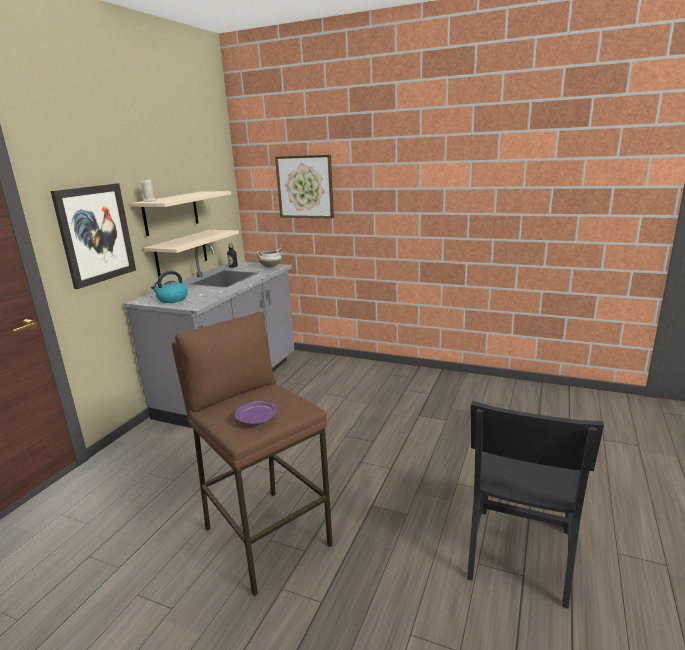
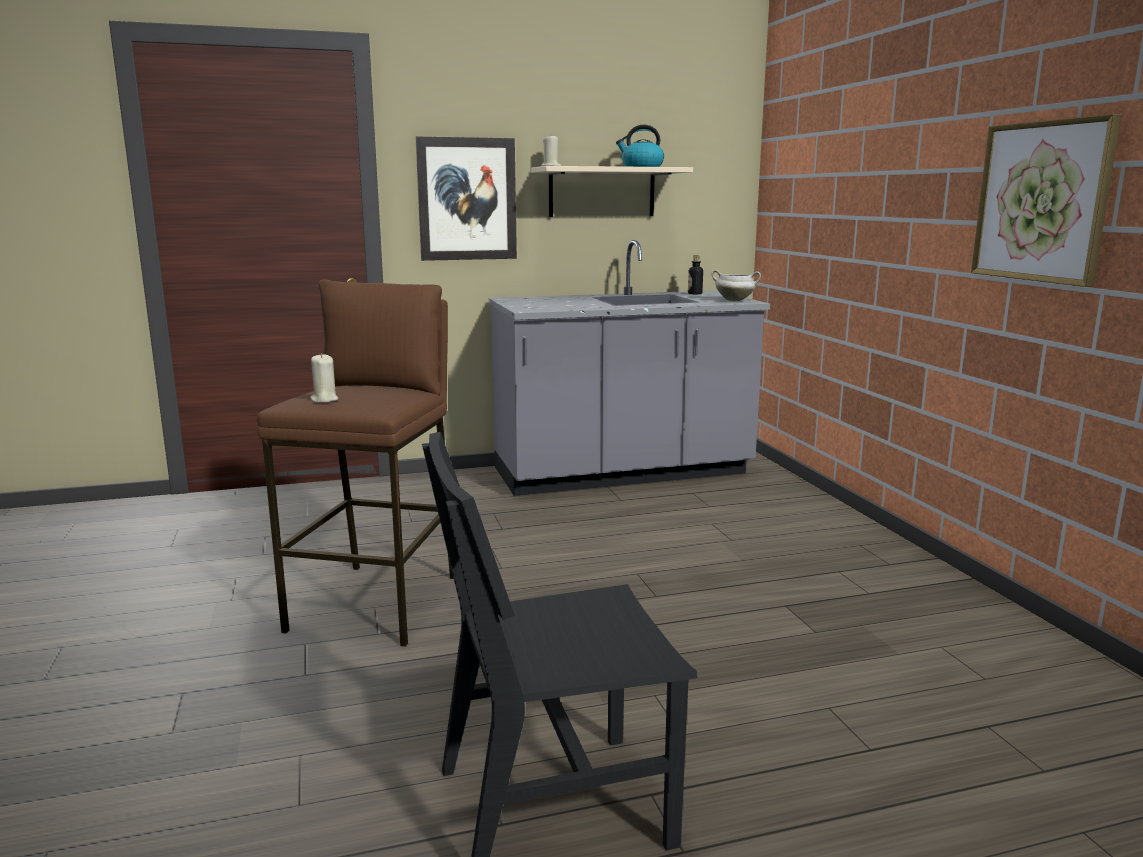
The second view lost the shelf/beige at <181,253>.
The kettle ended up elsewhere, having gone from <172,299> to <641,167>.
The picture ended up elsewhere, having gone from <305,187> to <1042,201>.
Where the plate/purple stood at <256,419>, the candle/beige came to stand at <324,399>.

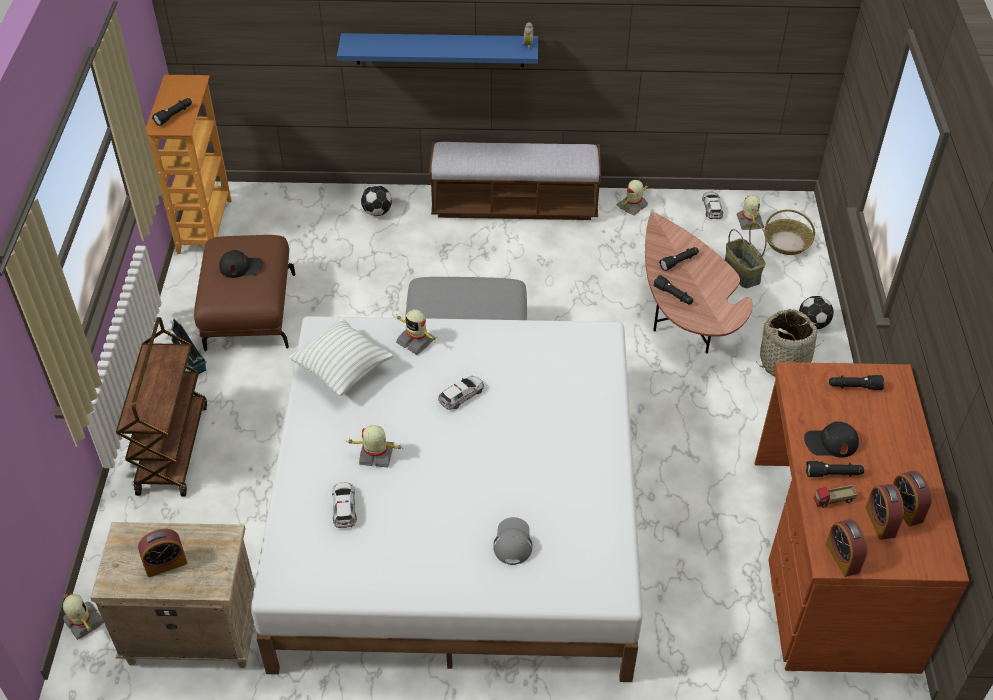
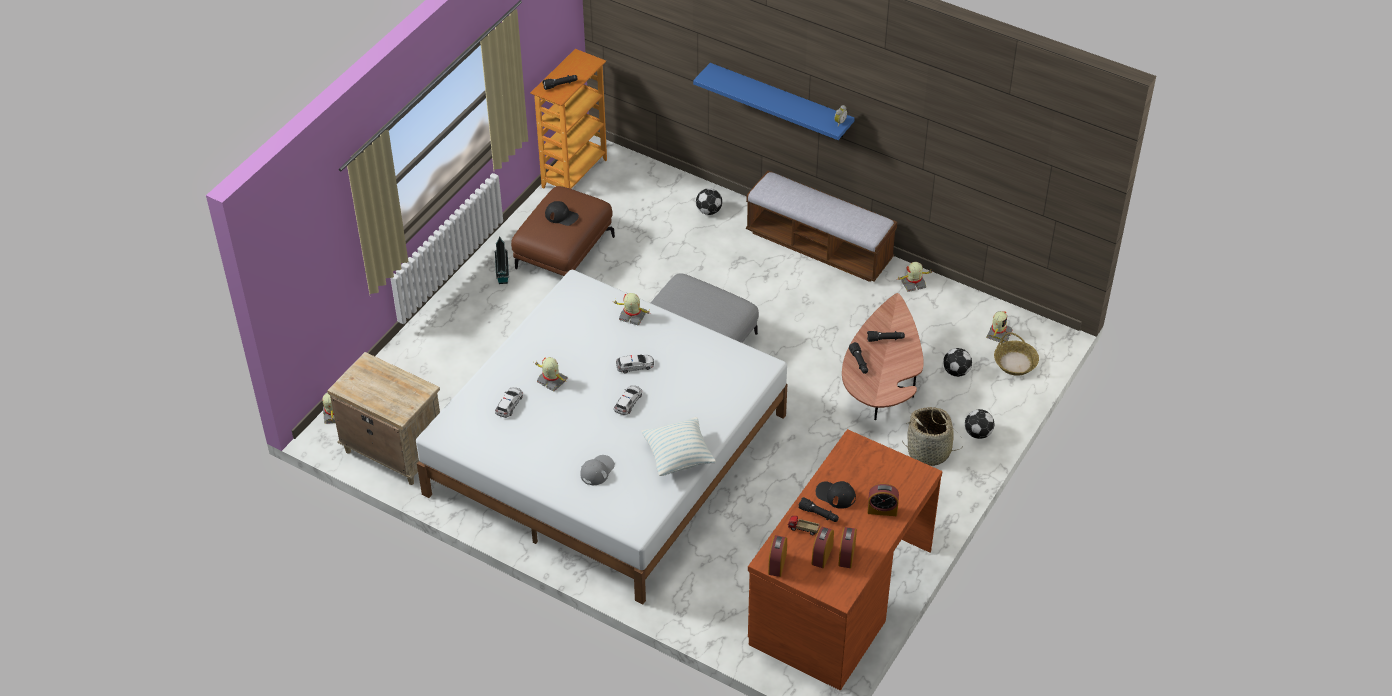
The second view lost the cart/brown at <172,448>.
The second view lost the flashlight/black at <854,387>.
The alarm clock ended up elsewhere, having gone from <165,564> to <882,510>.
The pillow ended up elsewhere, having gone from <342,370> to <678,457>.
The toy car ended up elsewhere, having gone from <712,208> to <628,402>.
Where the basket stood at <742,273>, the football came to stand at <956,372>.
The toy robot at <416,341> ended up facing another way, 135 degrees clockwise from before.

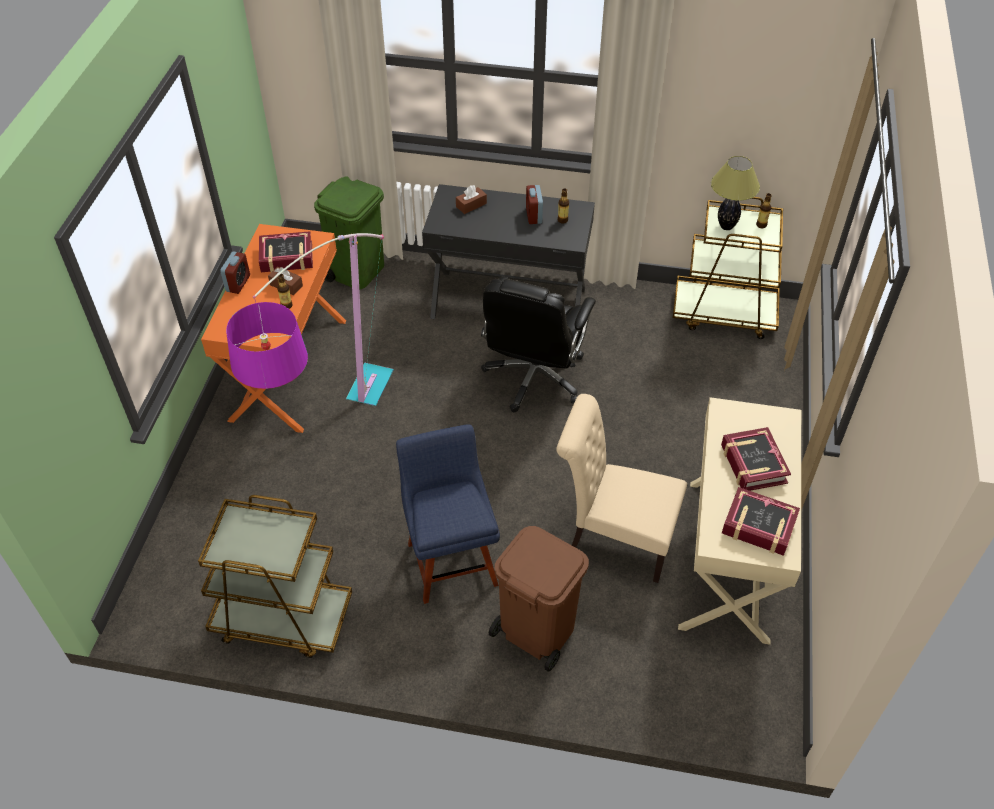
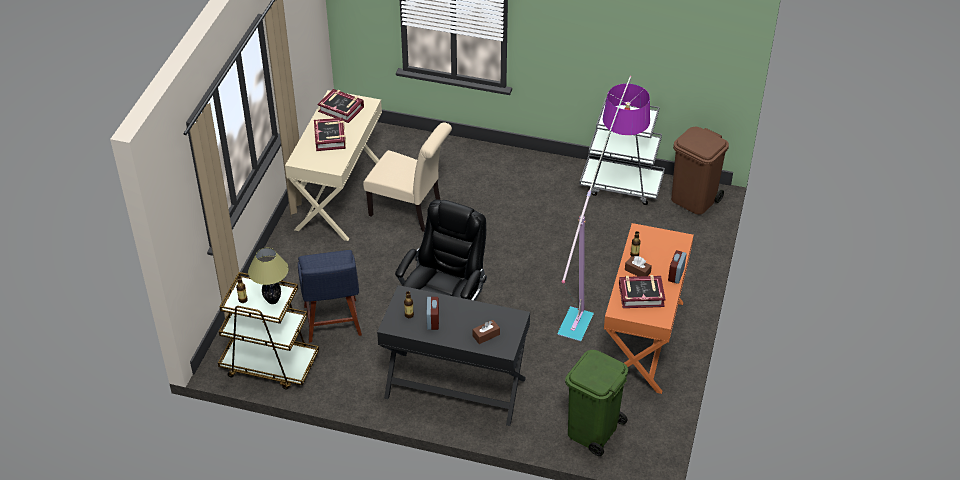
The chair/blue ended up elsewhere, having gone from <451,559> to <333,323>.
The trash can/brown ended up elsewhere, having gone from <536,630> to <694,200>.
What was the cart/brown at <282,618> turned into the cart/grey at <621,185>.

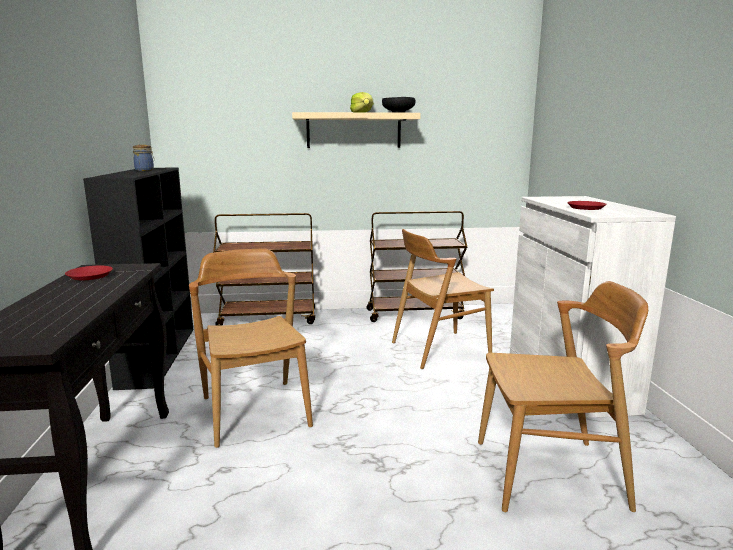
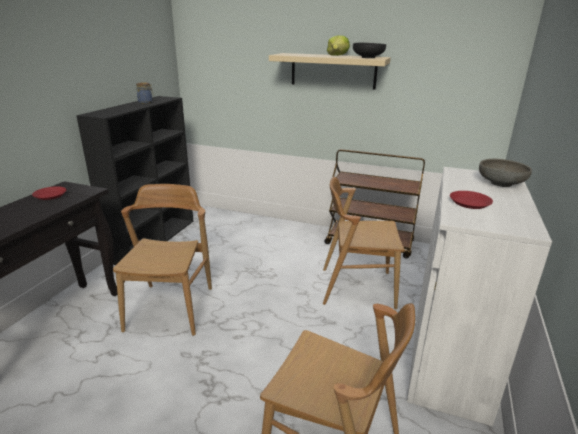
The second view lost the cart/brown at <268,318>.
The second view gained the bowl/grey at <500,183>.

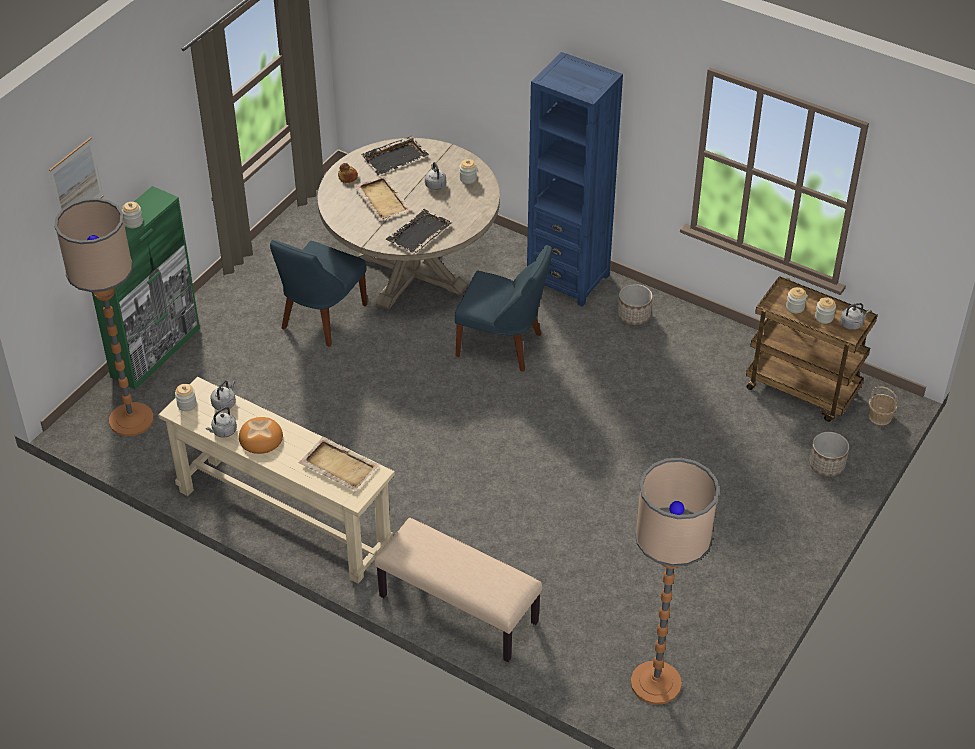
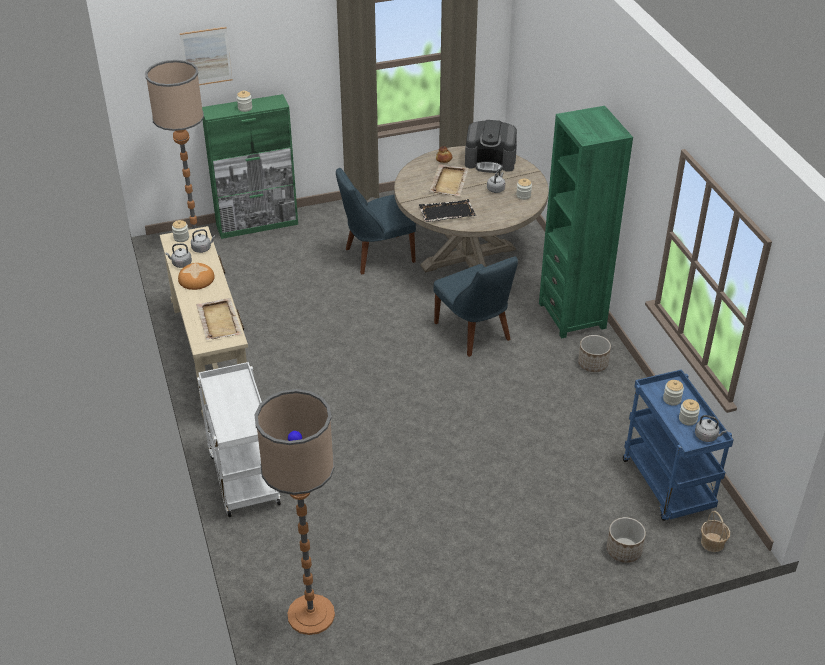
Where the tray/black stood at <395,157>, the coffee machine came to stand at <490,161>.
Where the bench/beige stood at <457,609>, the cart/white came to stand at <243,477>.
What was the bookcase/blue at <568,279> turned into the bookcase/green at <572,315>.
What was the cart/brown at <803,389> turned into the cart/blue at <668,486>.

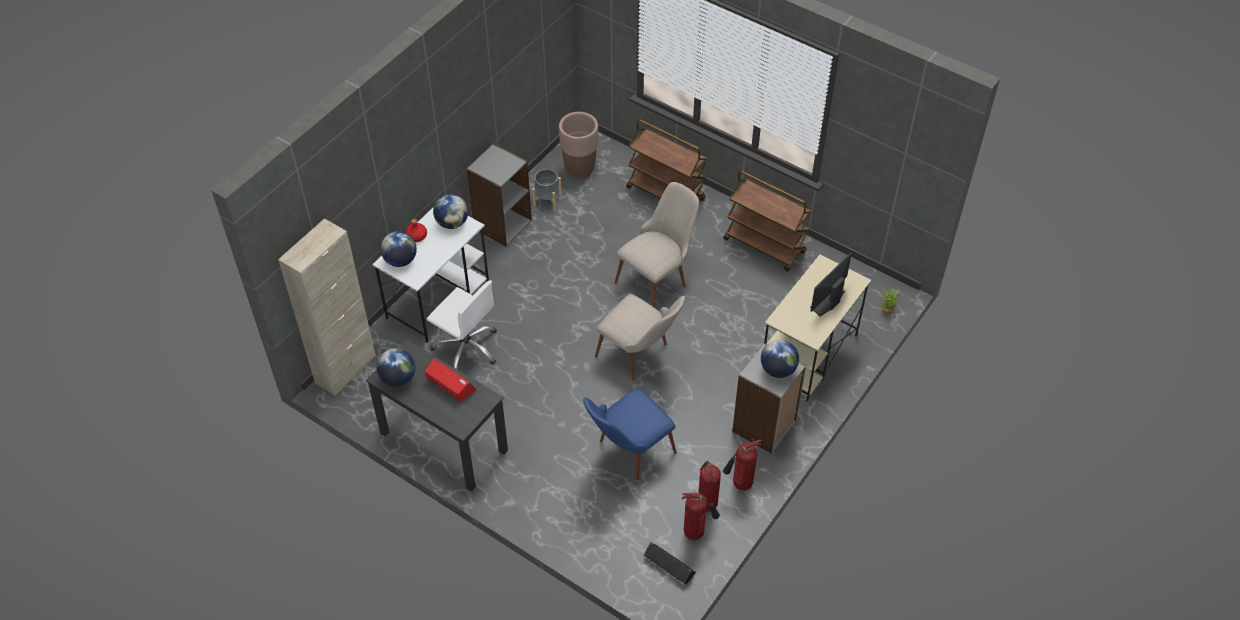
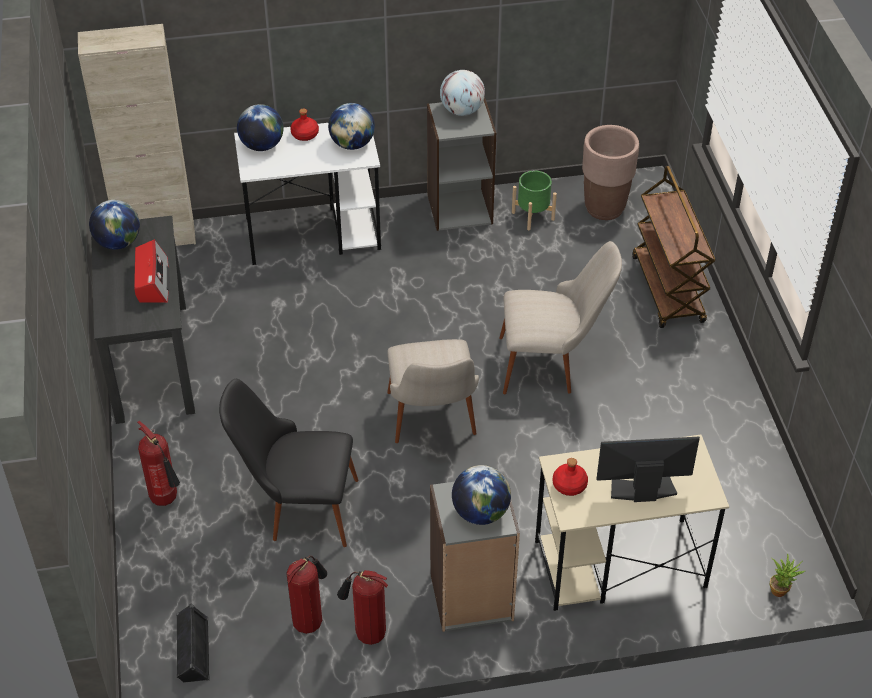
The second view lost the office chair/white at <467,347>.
The second view lost the cart/brown at <765,246>.
The second view gained the globe at <462,111>.
The second view gained the bottle/red at <569,485>.
The fire extinguisher ended up elsewhere, having gone from <696,533> to <166,500>.
What was the planter/grey at <547,200> turned into the planter/green at <533,216>.
What was the chair/blue at <627,453> turned into the chair/black at <297,507>.

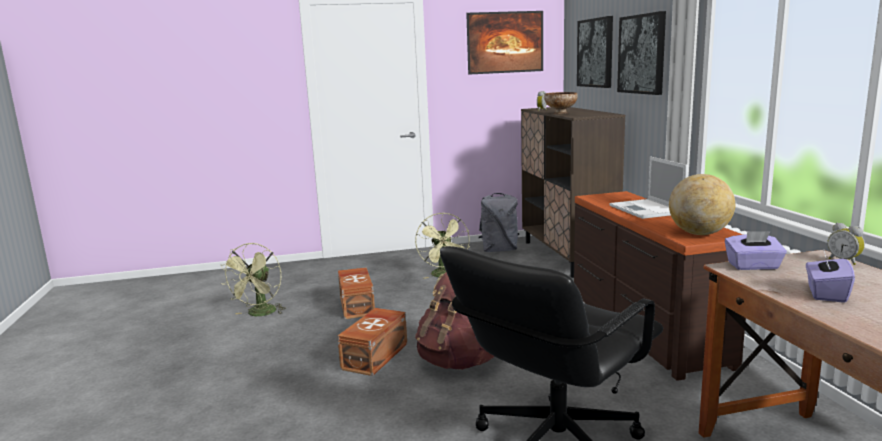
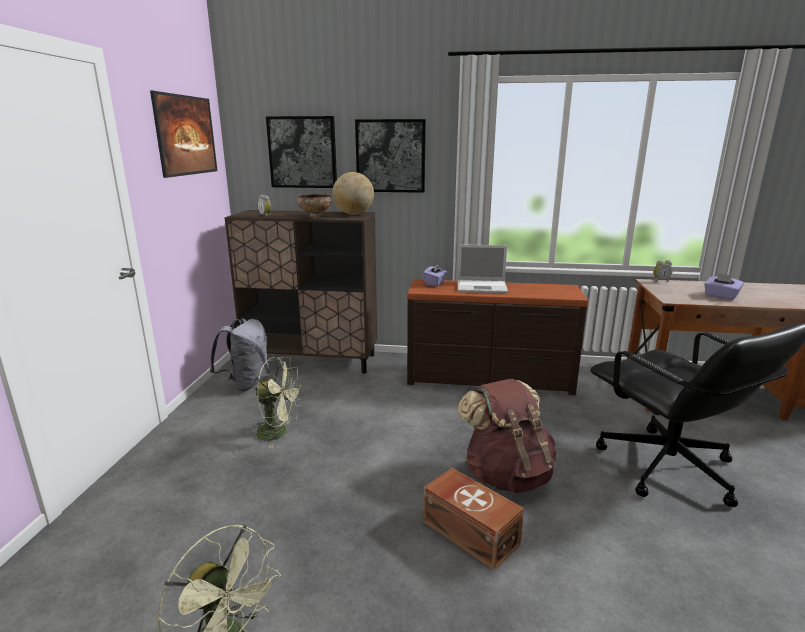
The second view lost the storage box/brown at <357,305>.
The globe ended up elsewhere, having gone from <699,234> to <354,214>.
The tissue box/purple ended up elsewhere, having gone from <753,266> to <435,283>.

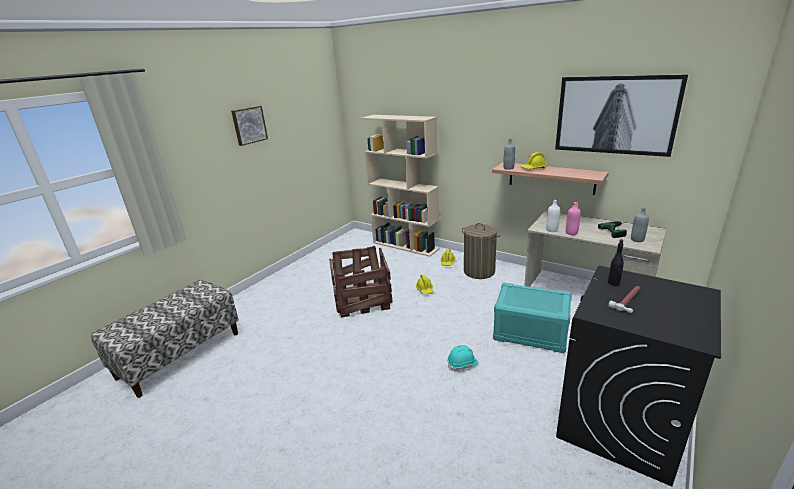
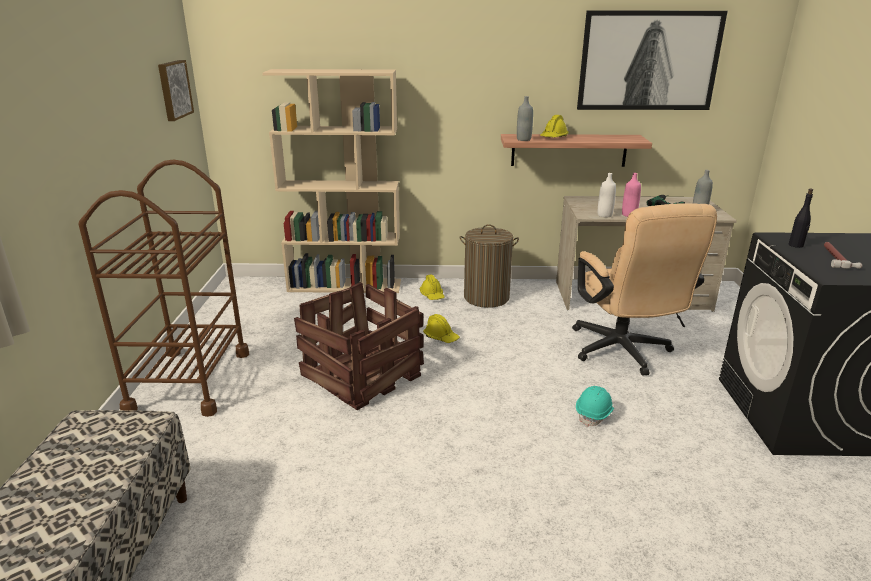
The second view gained the cart/brown at <190,381>.
The picture ended up elsewhere, having gone from <249,125> to <173,89>.
Where the storage box/turquoise stood at <530,333>, the office chair/beige came to stand at <623,353>.

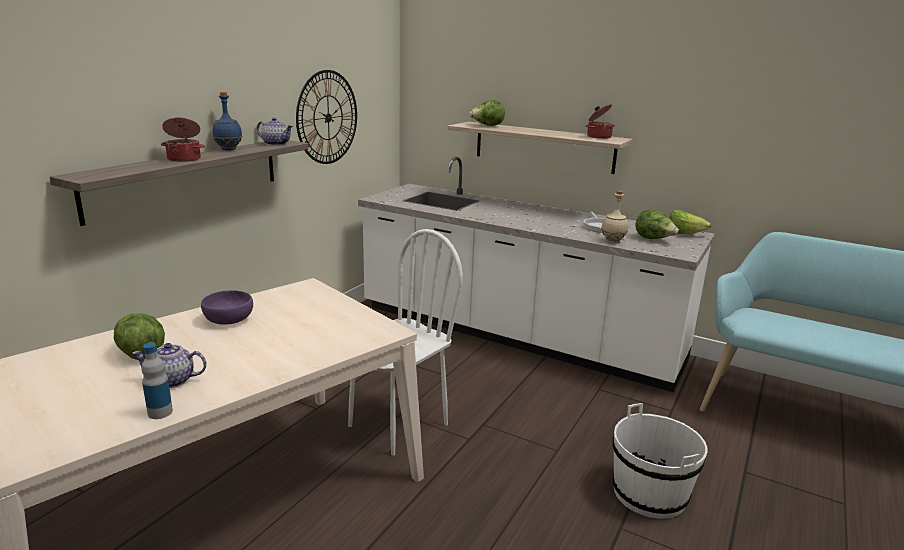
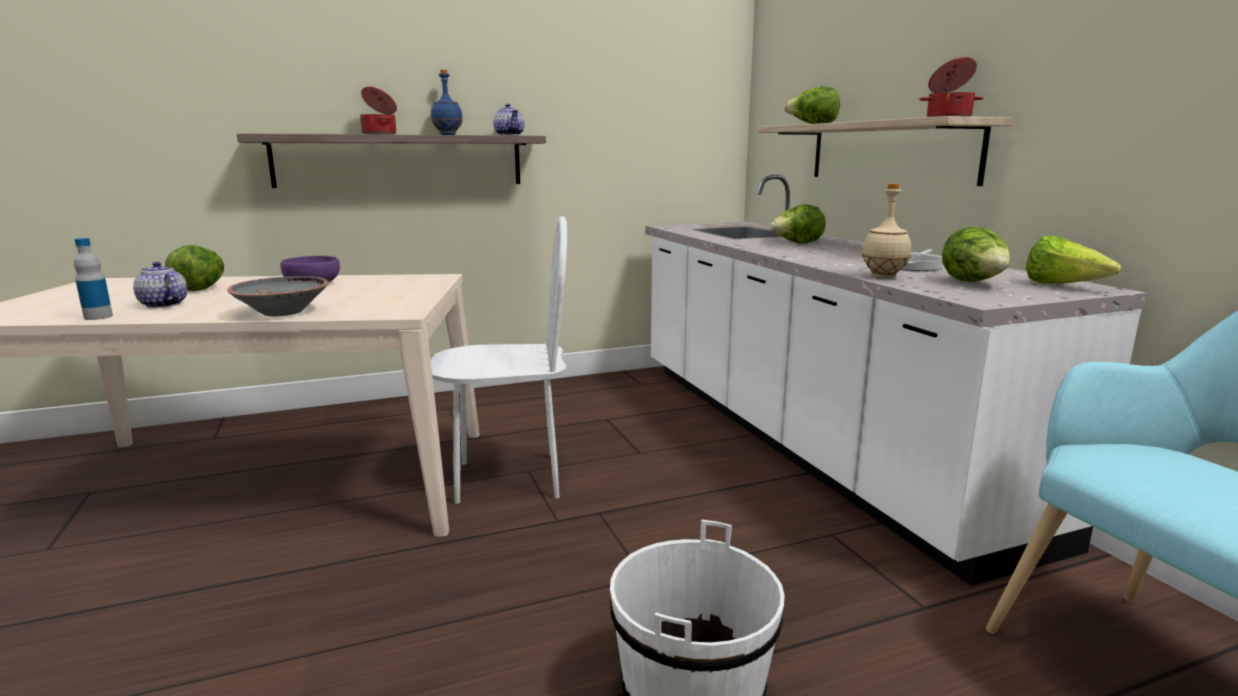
The second view lost the wall clock at <328,117>.
The second view gained the bowl/grey at <283,312>.
The second view gained the lettuce at <796,244>.

